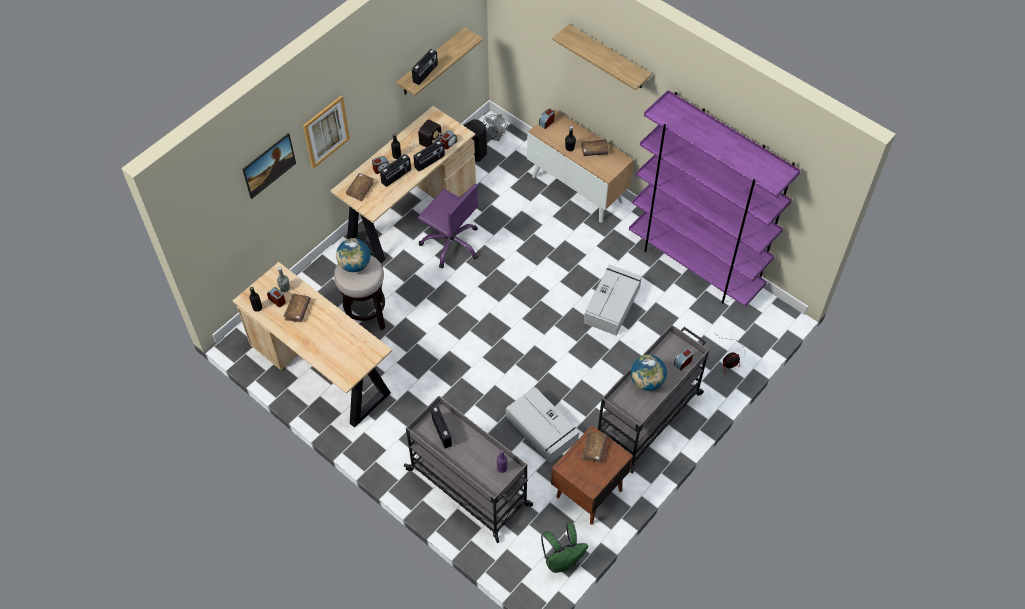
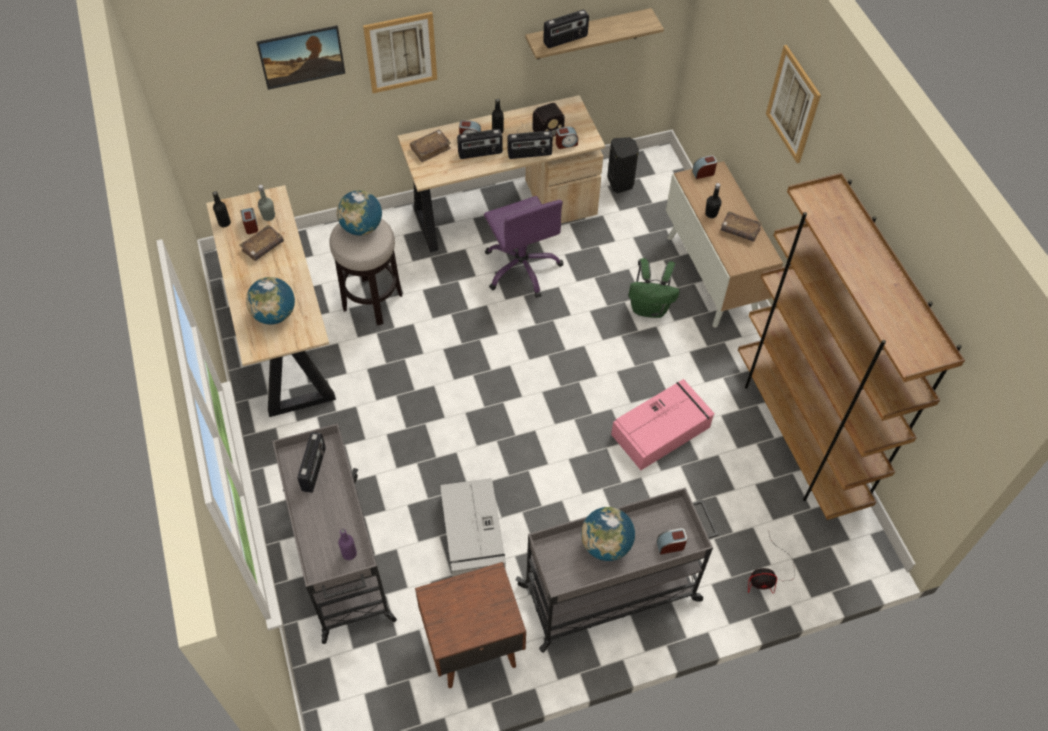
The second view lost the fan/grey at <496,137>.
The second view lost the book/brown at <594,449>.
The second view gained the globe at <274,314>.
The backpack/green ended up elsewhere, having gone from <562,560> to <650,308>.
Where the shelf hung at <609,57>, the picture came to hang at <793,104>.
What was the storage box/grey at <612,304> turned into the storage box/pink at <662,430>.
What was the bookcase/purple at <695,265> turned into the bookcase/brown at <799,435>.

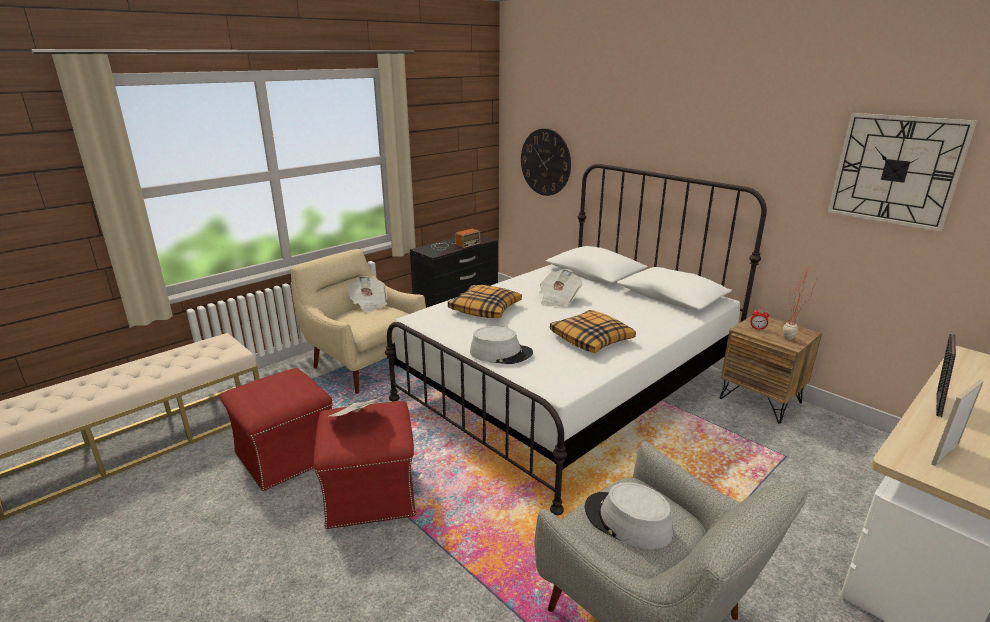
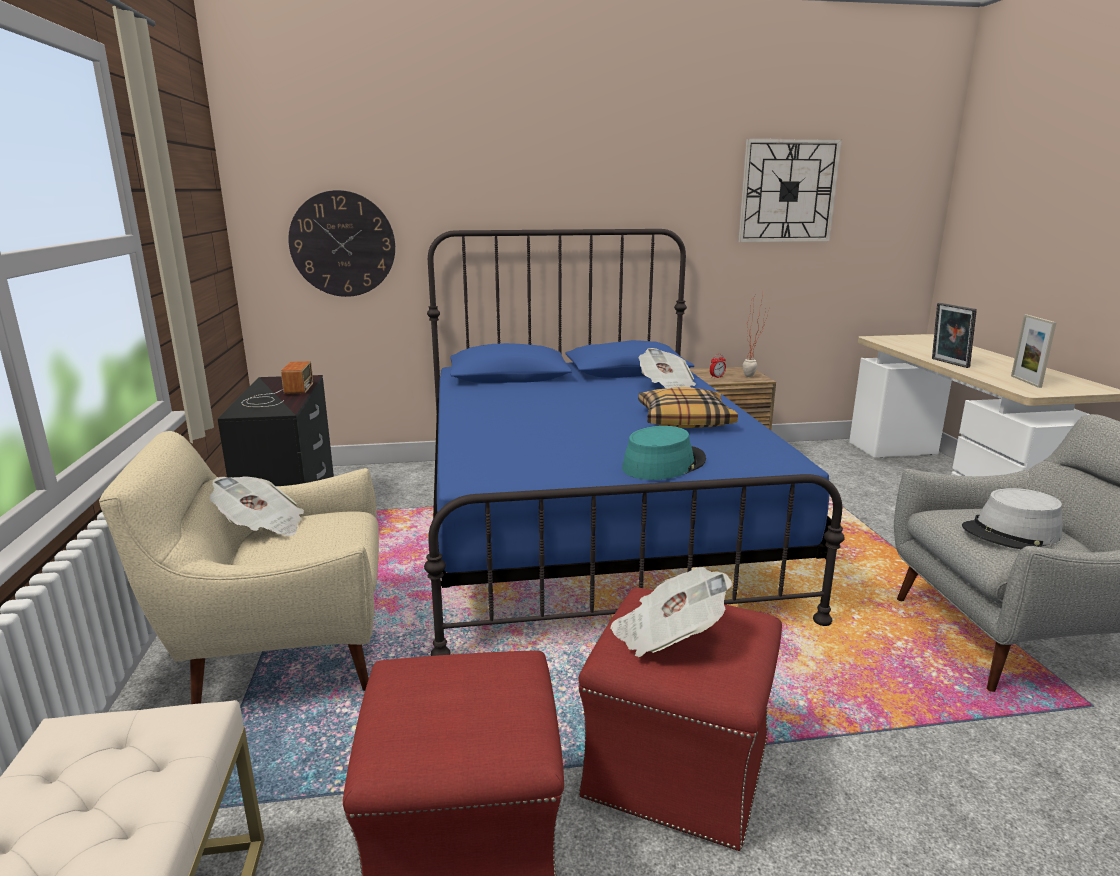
The second view lost the pillow at <485,309>.
The newspaper ended up elsewhere, having gone from <558,299> to <666,386>.
What was the bed/white at <569,388> turned into the bed/blue at <589,525>.
What was the hat/grey at <501,353> turned into the hat/turquoise at <663,464>.

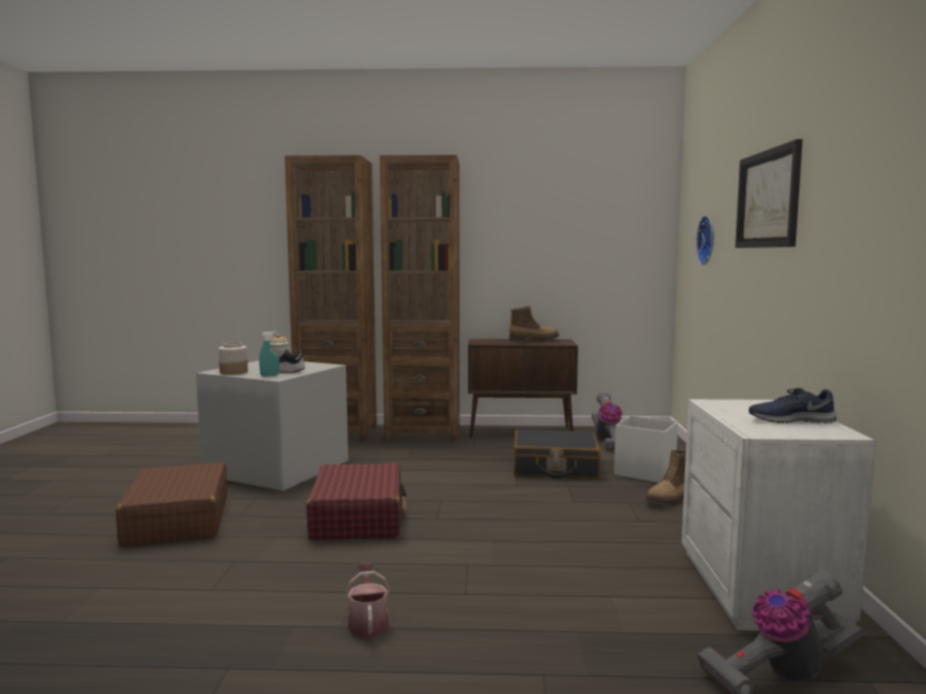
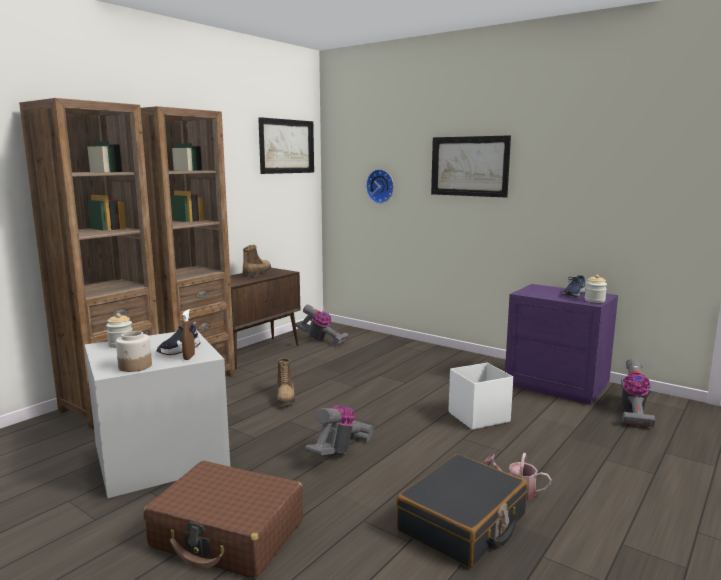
The second view gained the picture at <286,146>.
The second view gained the jar at <594,300>.
The suitcase/black ended up elsewhere, having gone from <555,468> to <462,523>.
The storage box/white ended up elsewhere, having gone from <644,472> to <477,417>.
The boot ended up elsewhere, having gone from <670,500> to <286,398>.
Where the suitcase/red stood at <358,518>, the vacuum cleaner came to stand at <340,451>.
What was the spray bottle/turquoise at <269,375> turned into the spray bottle/brown at <189,357>.
What was the nightstand/white at <762,589> turned into the nightstand/purple at <556,385>.

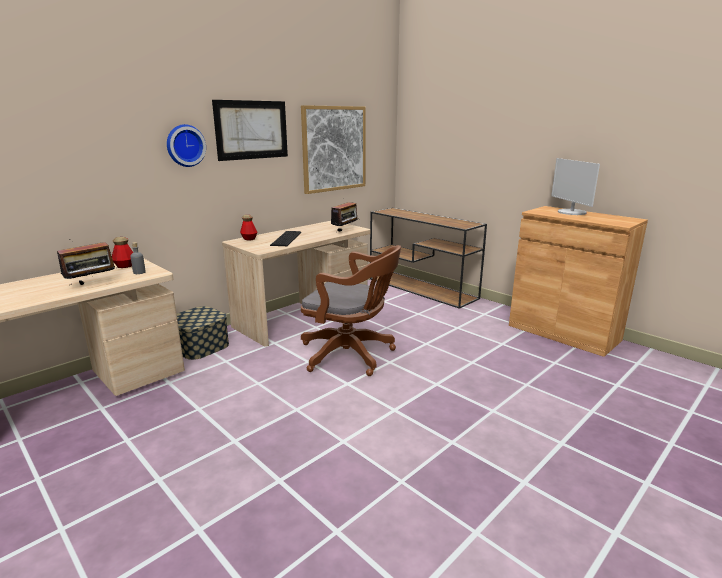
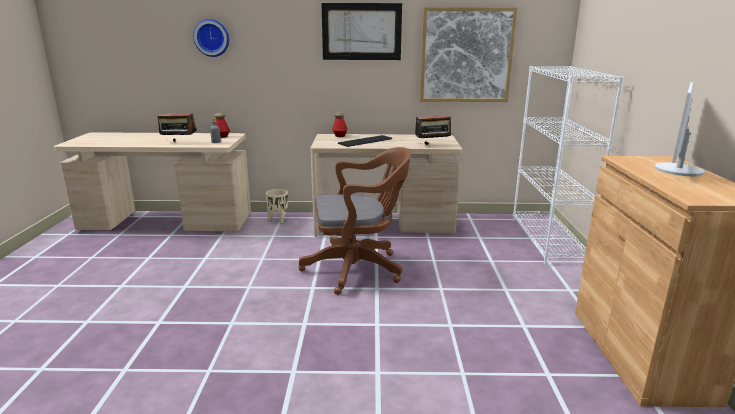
The wall clock ended up elsewhere, having gone from <185,145> to <212,38>.
Where the storage box stood at <200,346>, the planter/beige came to stand at <278,219>.
Where the console table/brown stood at <422,289>, the bookcase/white came to stand at <548,240>.
The office chair/brown at <351,355> ended up facing another way, 75 degrees counterclockwise from before.

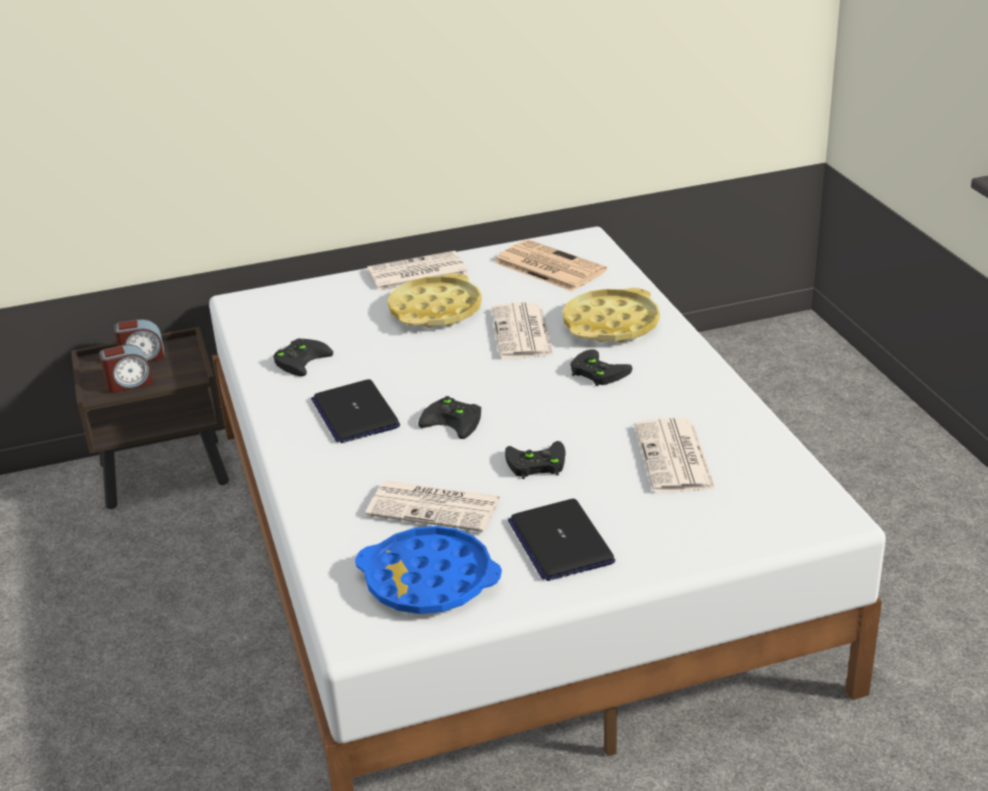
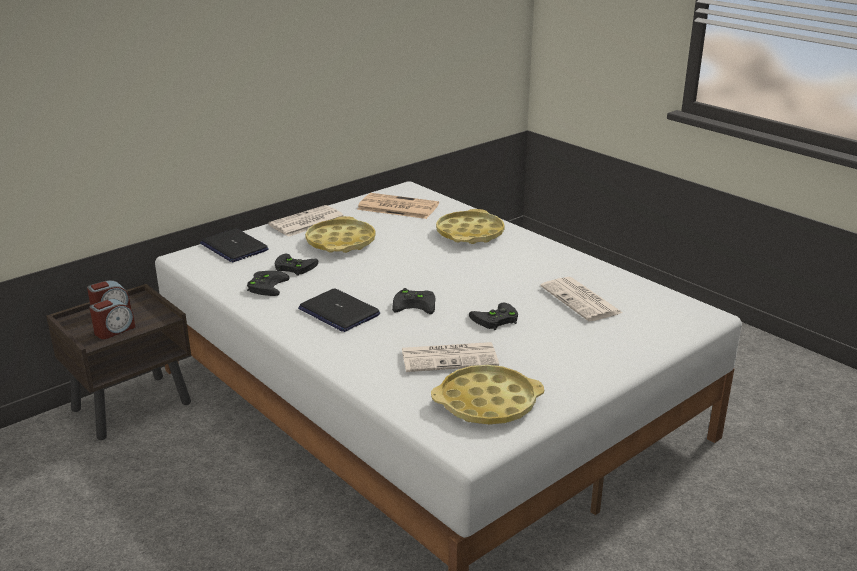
The second view lost the newspaper at <522,333>.
The laptop ended up elsewhere, having gone from <560,541> to <234,247>.
The game controller/black ended up elsewhere, having gone from <596,372> to <293,267>.
What was the tray/blue at <429,580> turned into the tray/yellow at <487,403>.

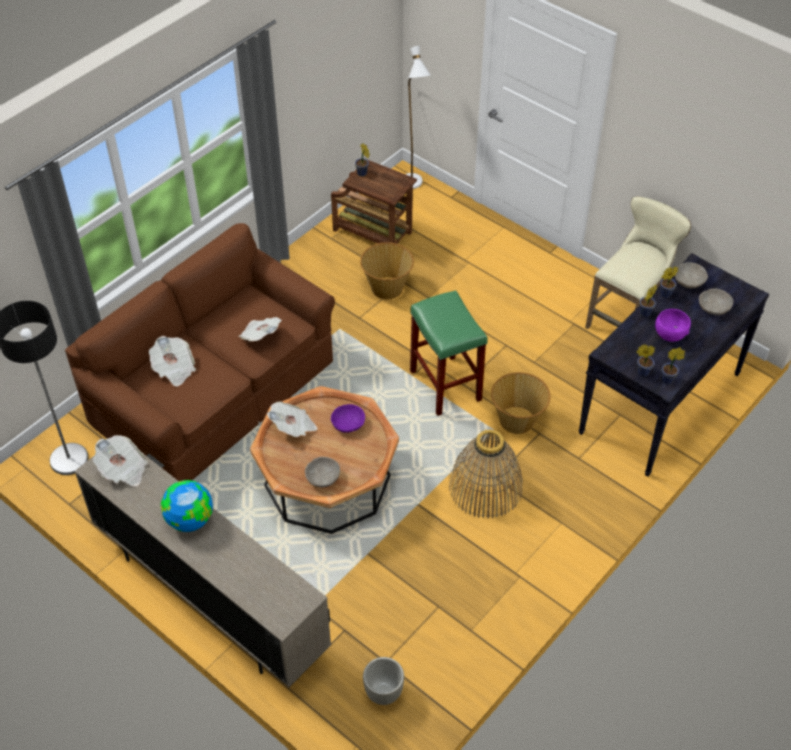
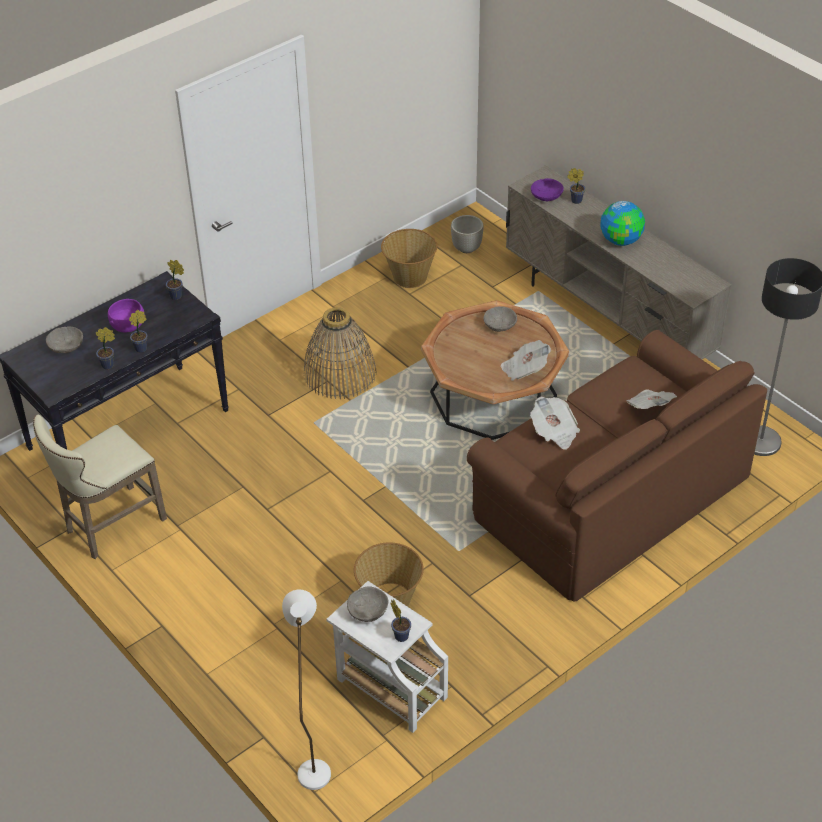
The second view lost the newspaper at <123,470>.
The second view lost the stool/green at <446,386>.
The bowl/purple ended up elsewhere, having gone from <348,424> to <546,196>.
The basket ended up elsewhere, having gone from <517,420> to <409,277>.
The potted plant ended up elsewhere, having gone from <669,380> to <575,200>.
The bowl/grey ended up elsewhere, having gone from <689,281> to <368,611>.
What was the side table/brown at <374,232> turned into the side table/white at <389,687>.

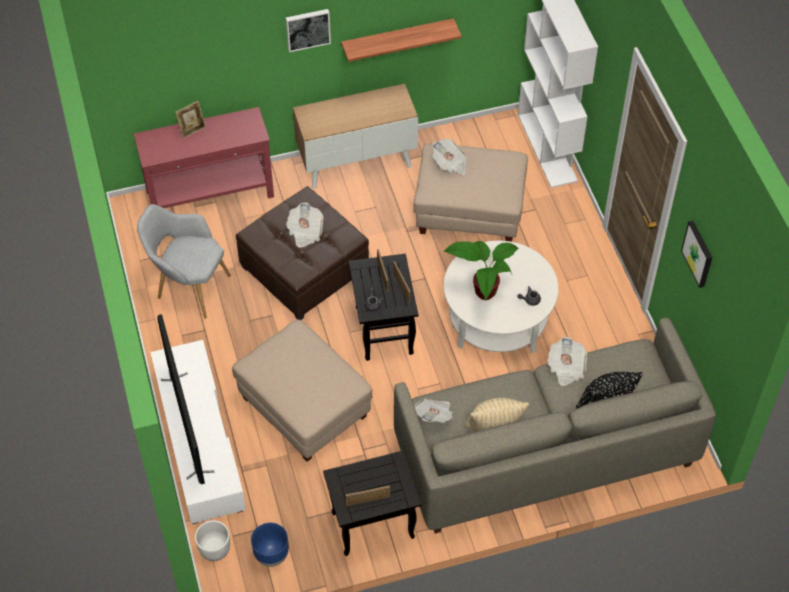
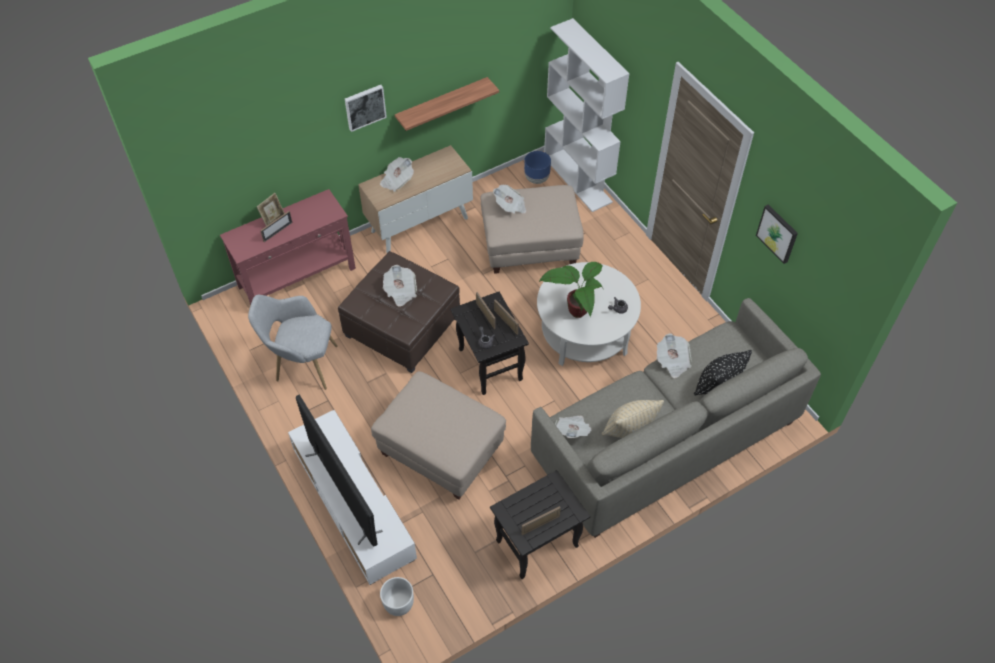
The second view gained the picture frame at <278,232>.
The second view gained the newspaper at <397,181>.
The planter/blue ended up elsewhere, having gone from <271,555> to <536,179>.

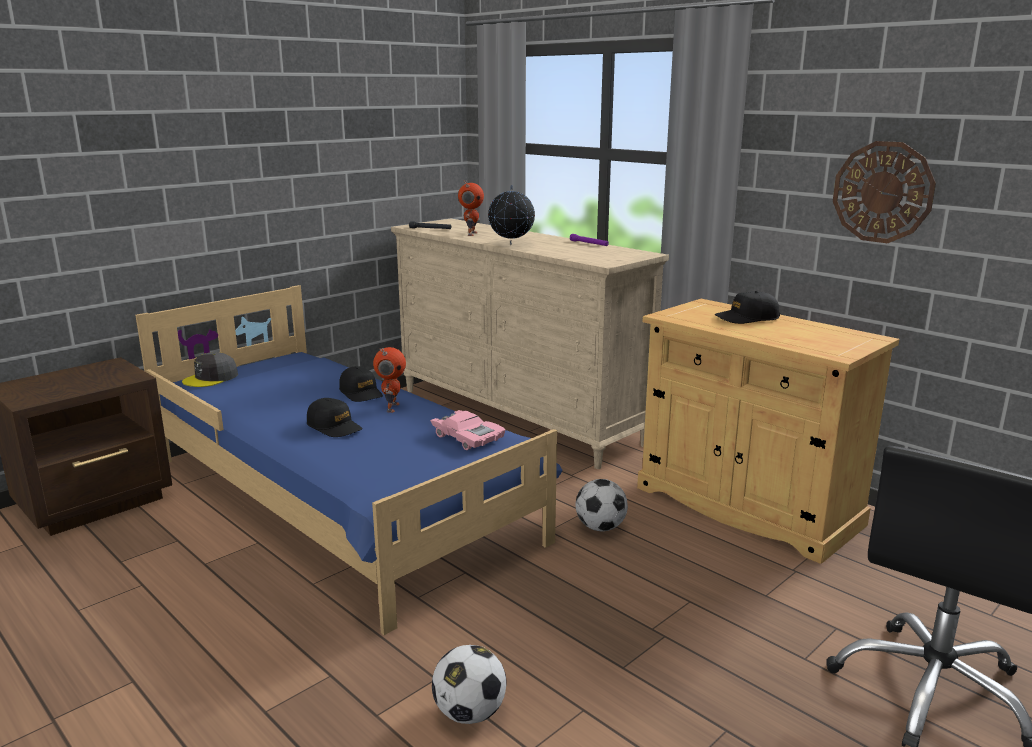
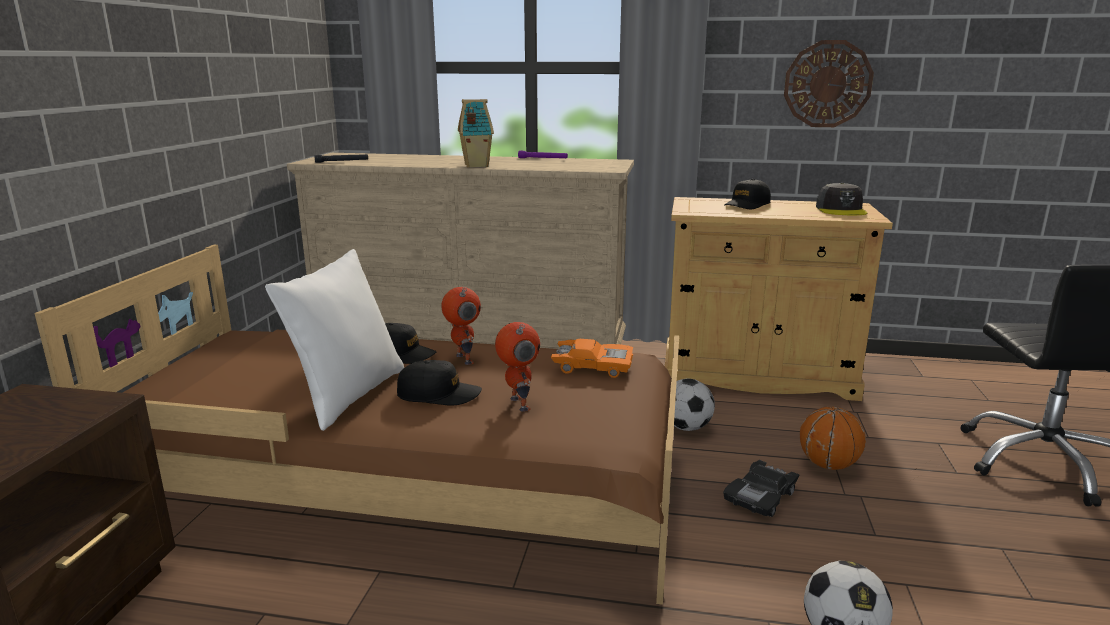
The second view gained the pillow/white at <348,395>.
The second view gained the toy car/black at <761,497>.
The second view gained the basketball at <828,465>.
The cap/grey ended up elsewhere, having gone from <211,378> to <841,210>.
The toy robot ended up elsewhere, having gone from <471,234> to <518,404>.
Where the globe stood at <511,245>, the toy house came to stand at <475,165>.
What was the bed/blue at <341,499> turned into the bed/brown at <410,487>.
What was the toy car/pink at <467,437> turned into the toy car/orange at <593,366>.

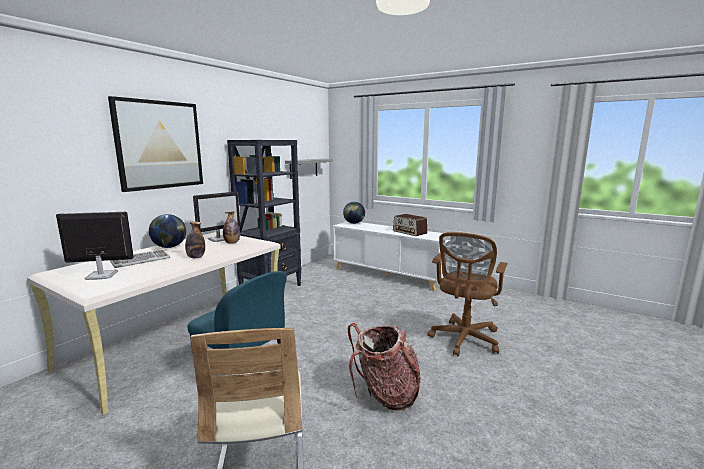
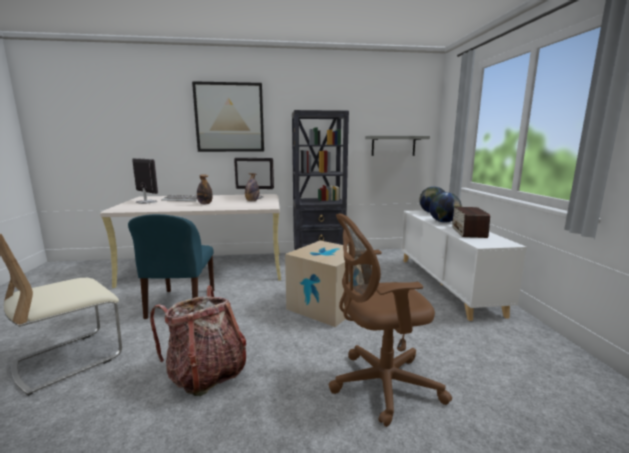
The second view gained the cardboard box at <326,306>.
The globe ended up elsewhere, having gone from <170,247> to <444,222>.

